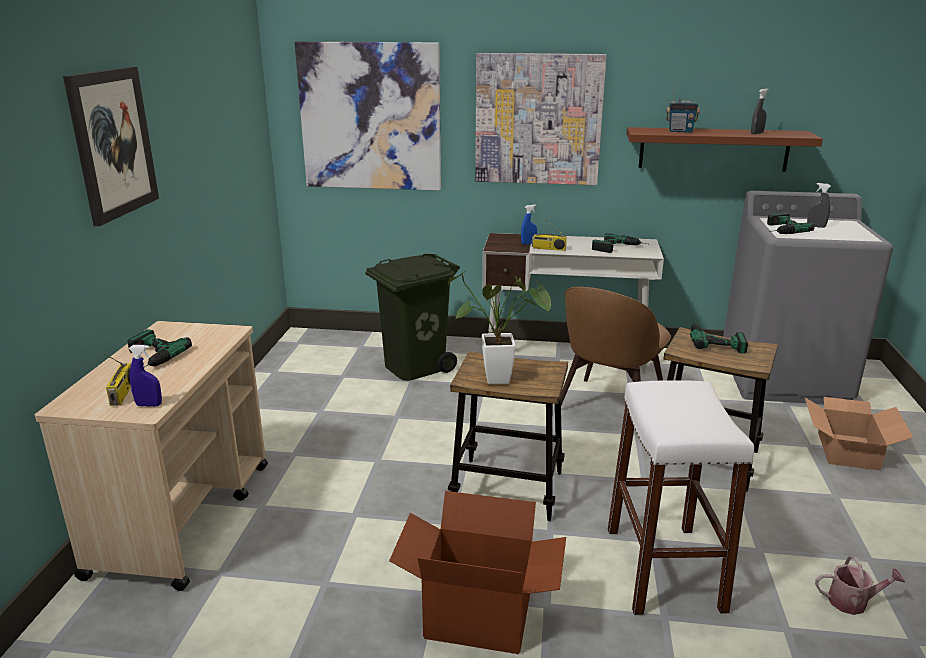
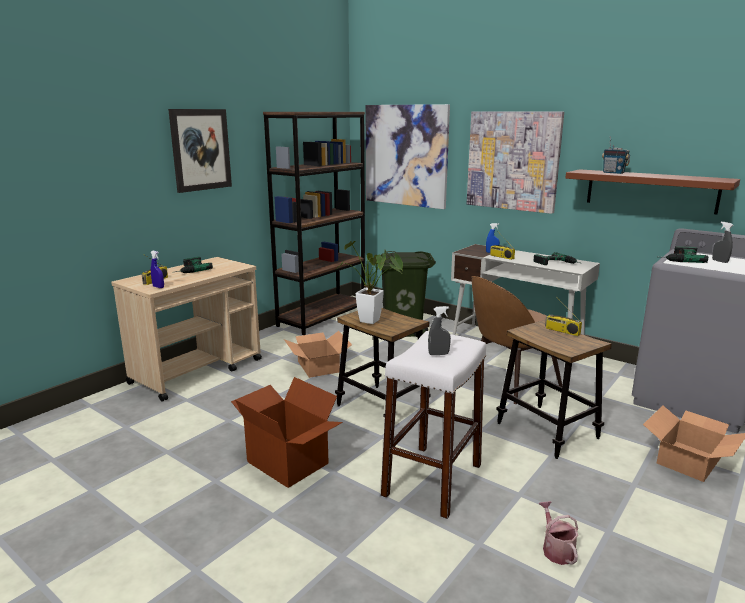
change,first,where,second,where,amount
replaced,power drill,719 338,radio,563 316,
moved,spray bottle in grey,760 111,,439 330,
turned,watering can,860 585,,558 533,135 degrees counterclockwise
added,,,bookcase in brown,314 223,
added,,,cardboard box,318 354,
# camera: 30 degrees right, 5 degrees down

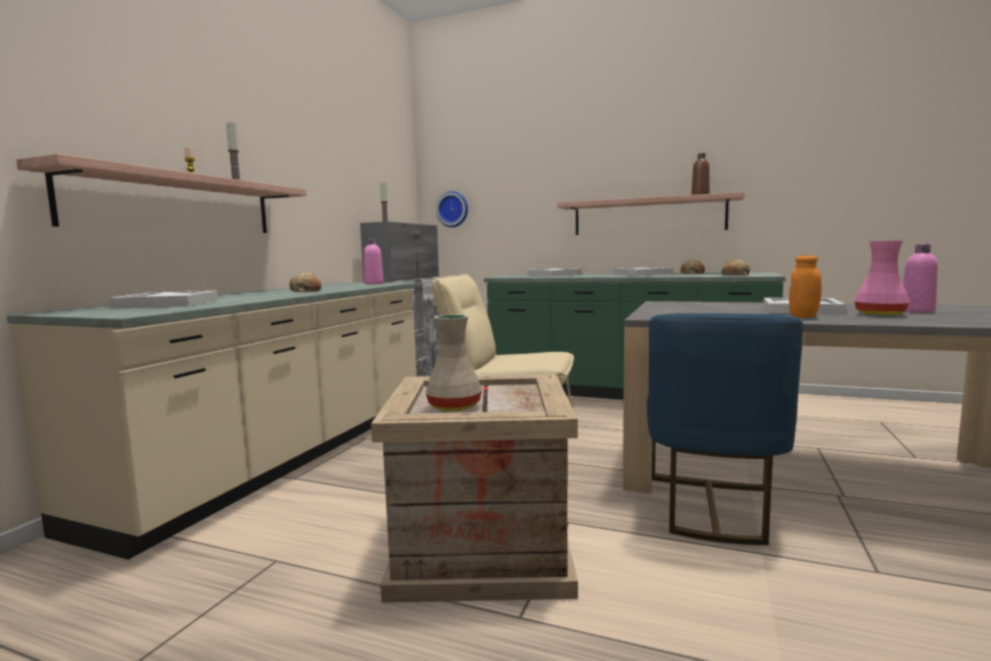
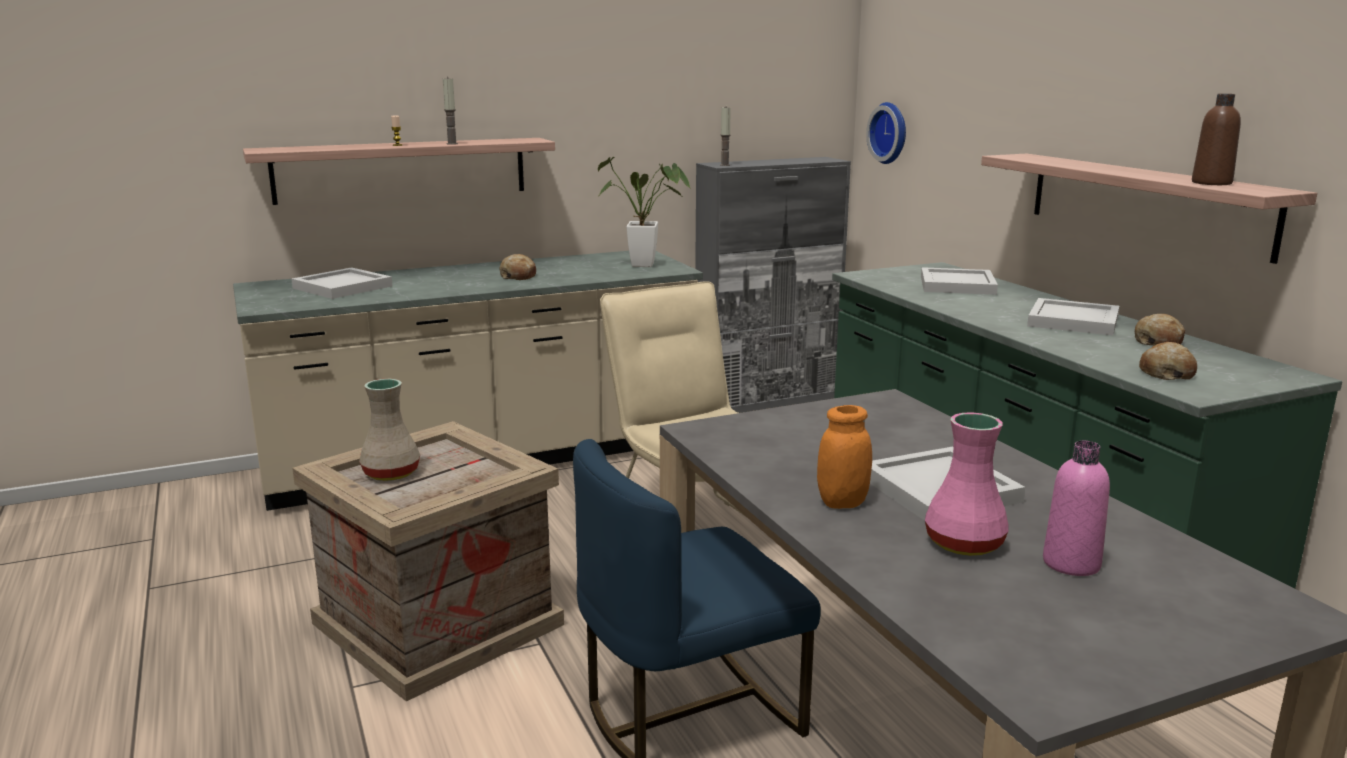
change,first,where,second,where,amount
replaced,bottle in pink,373 261,potted plant,644 212,
# camera: 45 degrees right, 10 degrees up

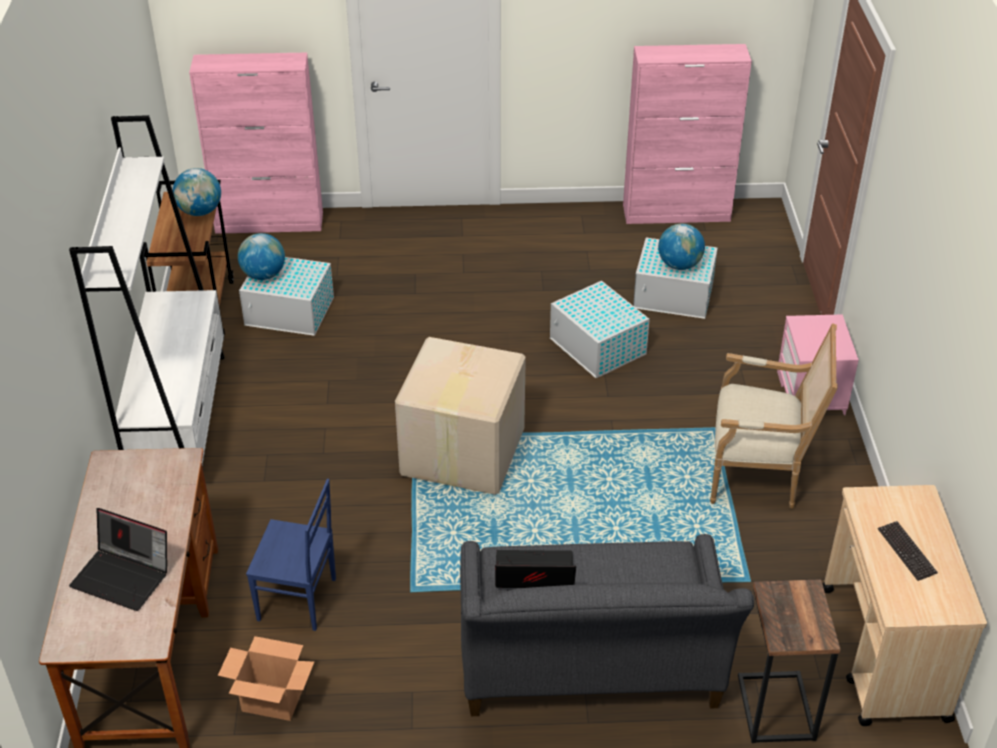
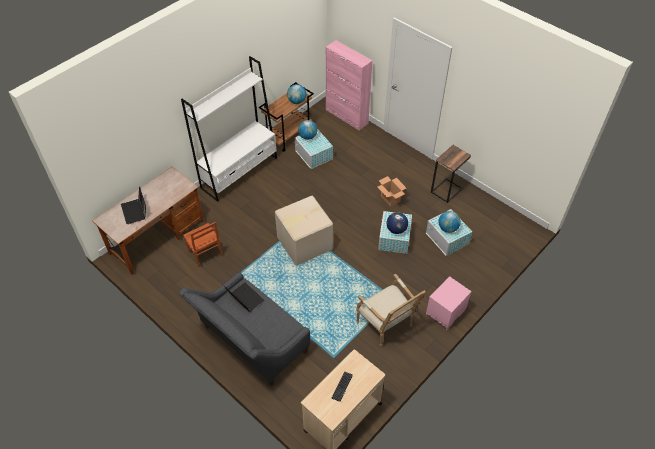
change,first,where,second,where,amount
moved,cardboard box,266 678,,392 191,
recoloured,chair in blue,291 555,chair in brown,202 244,
removed,cabinet in pink,687 134,,,
moved,side table,789 661,,451 174,
added,,,globe,397 223,
# camera: 45 degrees right, 10 degrees up

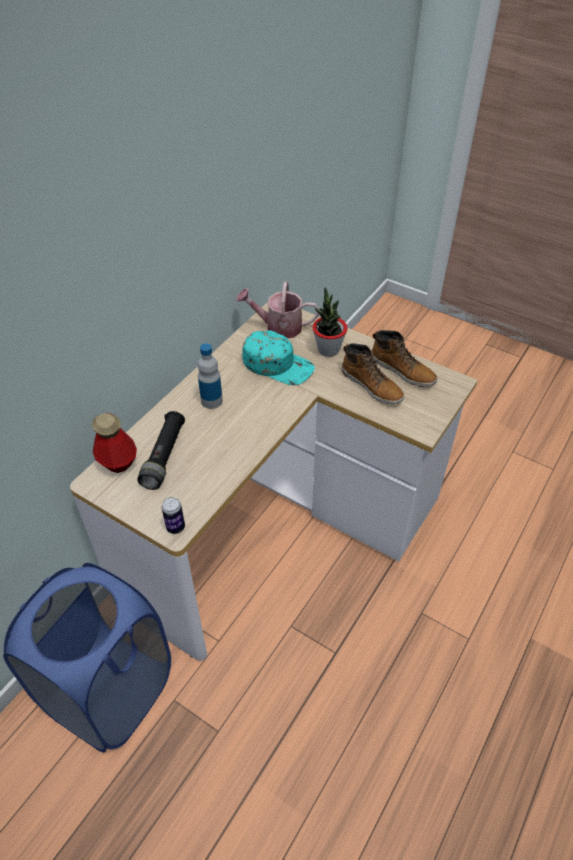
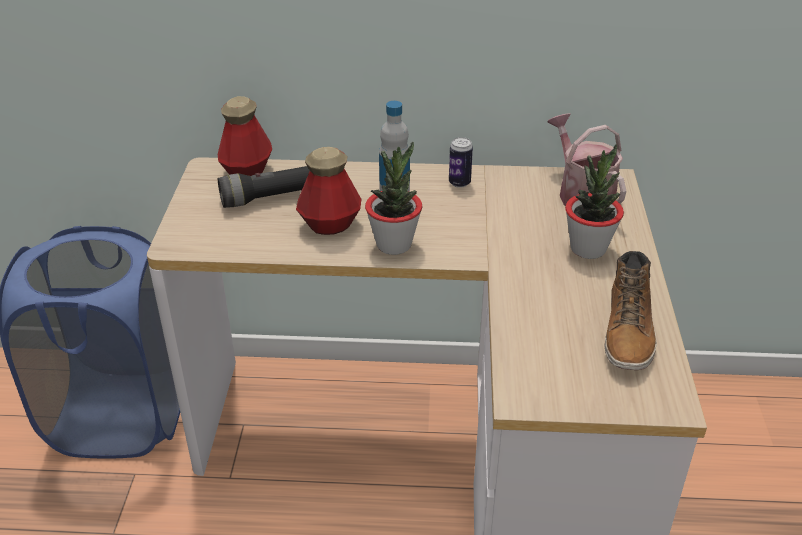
change,first,where,second,where,amount
moved,can,173 515,,461 162,
removed,cap in turquoise,278 357,,,
removed,boot,373 373,,,
added,,,bottle,328 191,
added,,,potted plant,393 198,
# camera: 60 degrees right, 10 degrees down

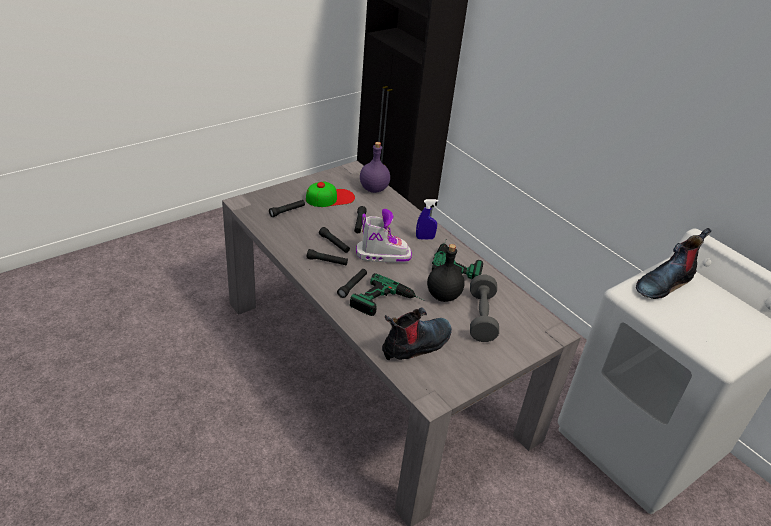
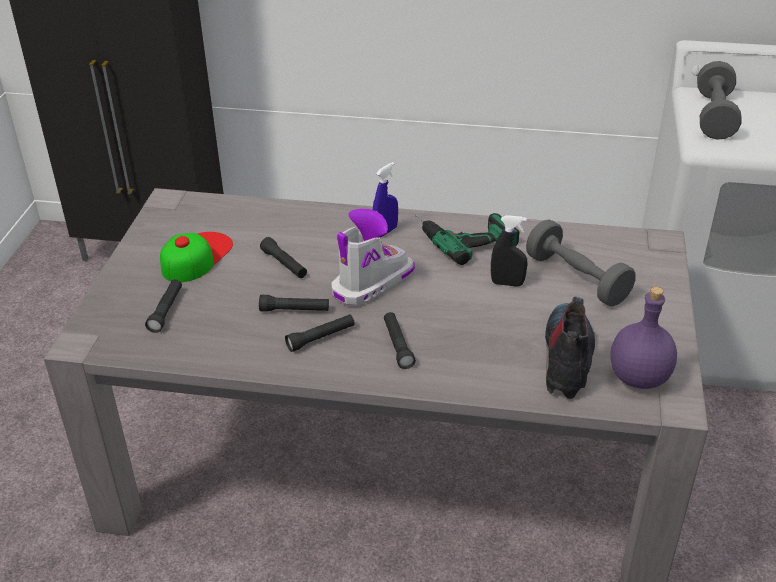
change,first,where,second,where,amount
removed,power drill,387 294,,,
moved,bottle in purple,375 167,,643 338,
replaced,bottle in black,446 273,spray bottle in black,509 251,
replaced,boot,674 263,dumbbell in grey,719 100,
# camera: 40 degrees left, 0 degrees up

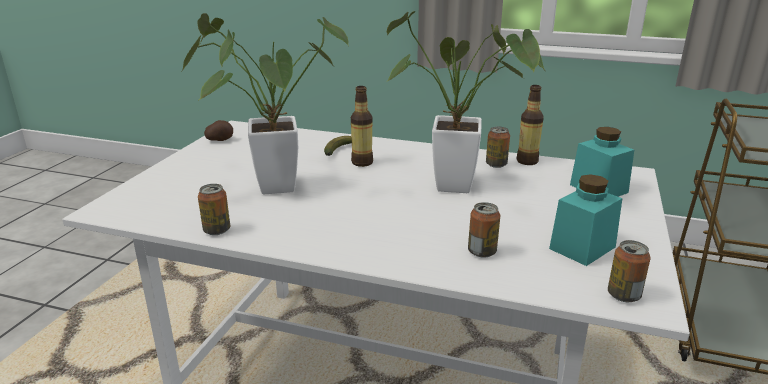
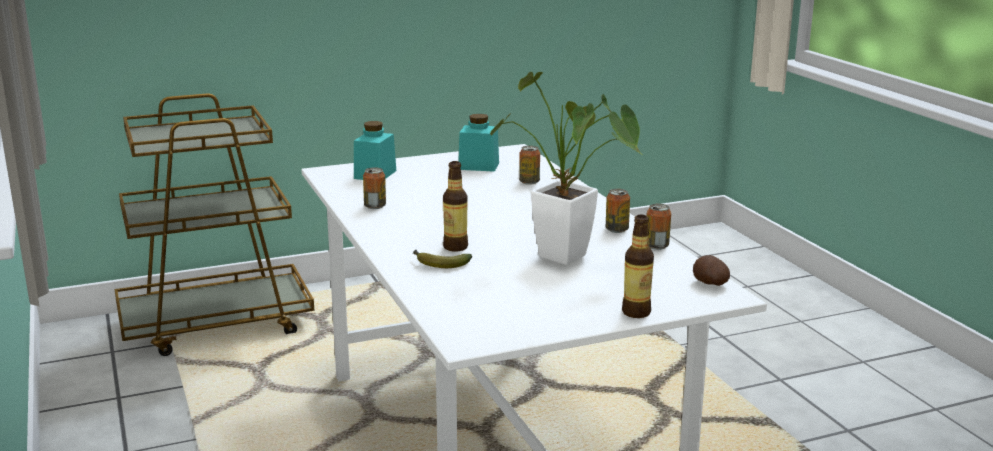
change,first,where,second,where,amount
moved,potato,218 130,,711 270,
removed,potted plant,465 102,,,
moved,bottle,530 125,,638 266,
moved,can,629 271,,618 211,
# camera: 130 degrees left, 5 degrees down

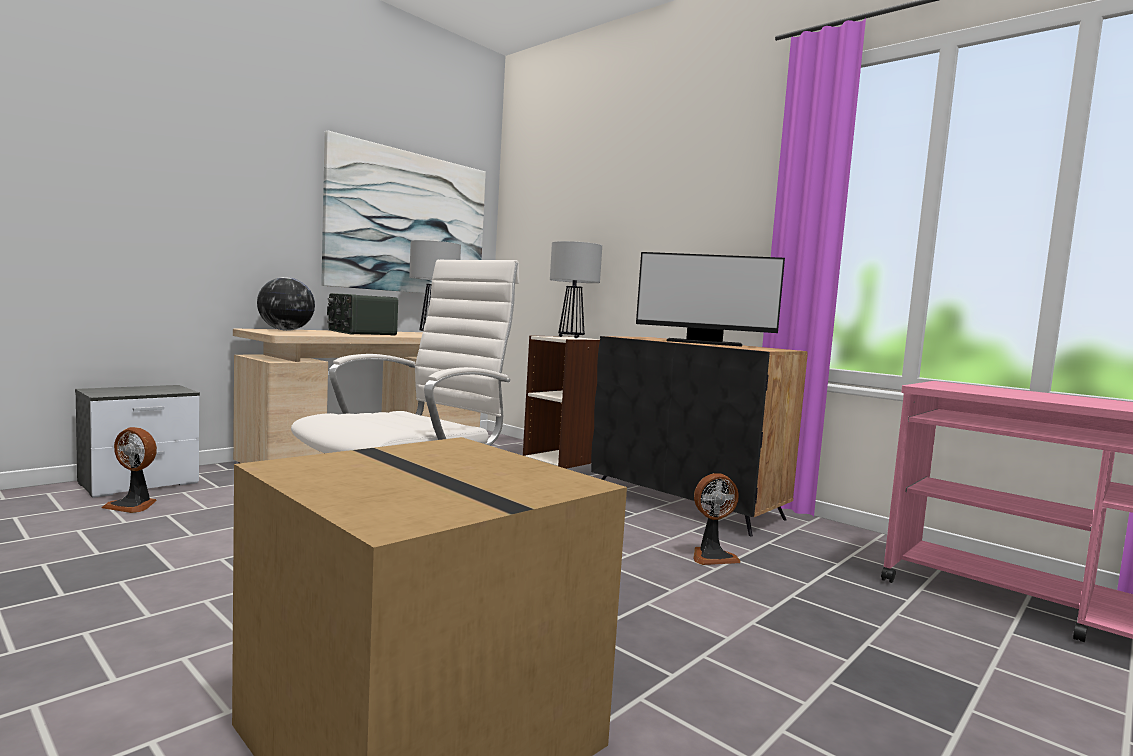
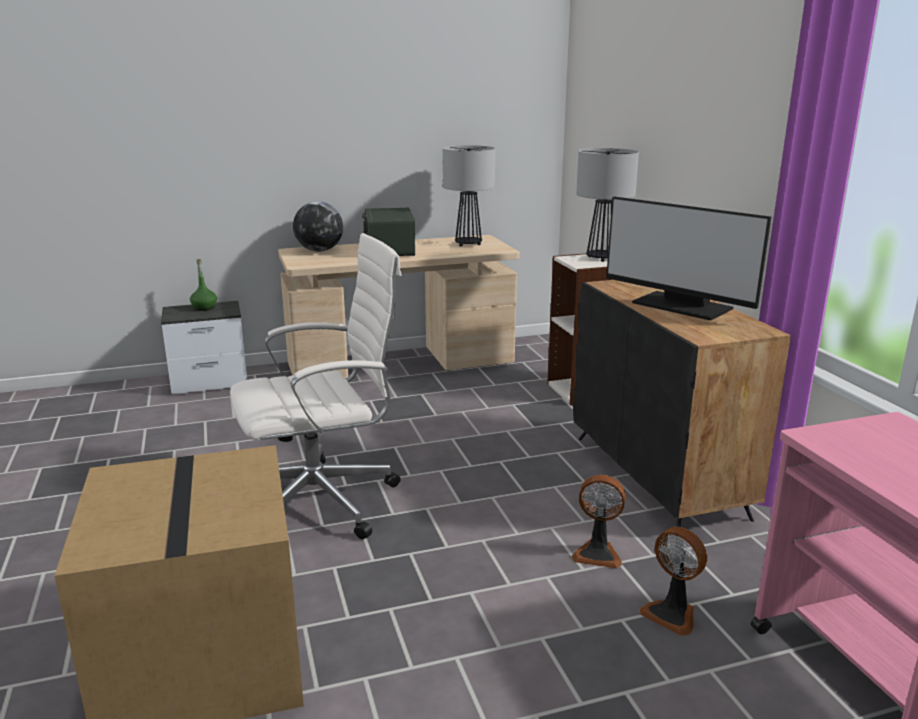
change,first,where,second,where,amount
moved,fan,129 470,,673 581,
removed,picture,403 212,,,
added,,,bottle in green,203 285,
# camera: 30 degrees right, 15 degrees up

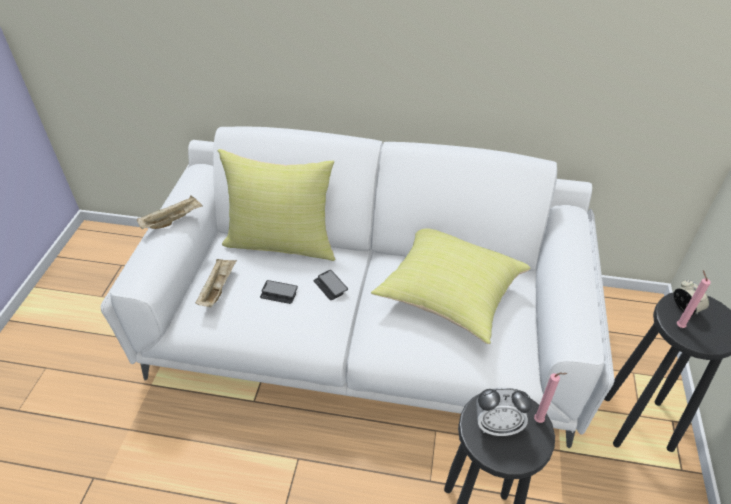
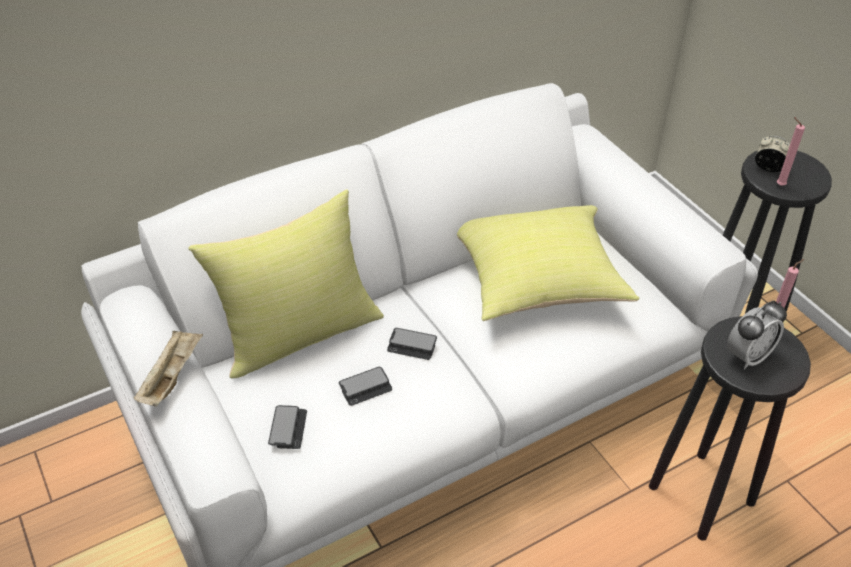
change,first,where,second,where,amount
replaced,tray in beige,216 283,phone,287 427,
# camera: 40 degrees left, 0 degrees up

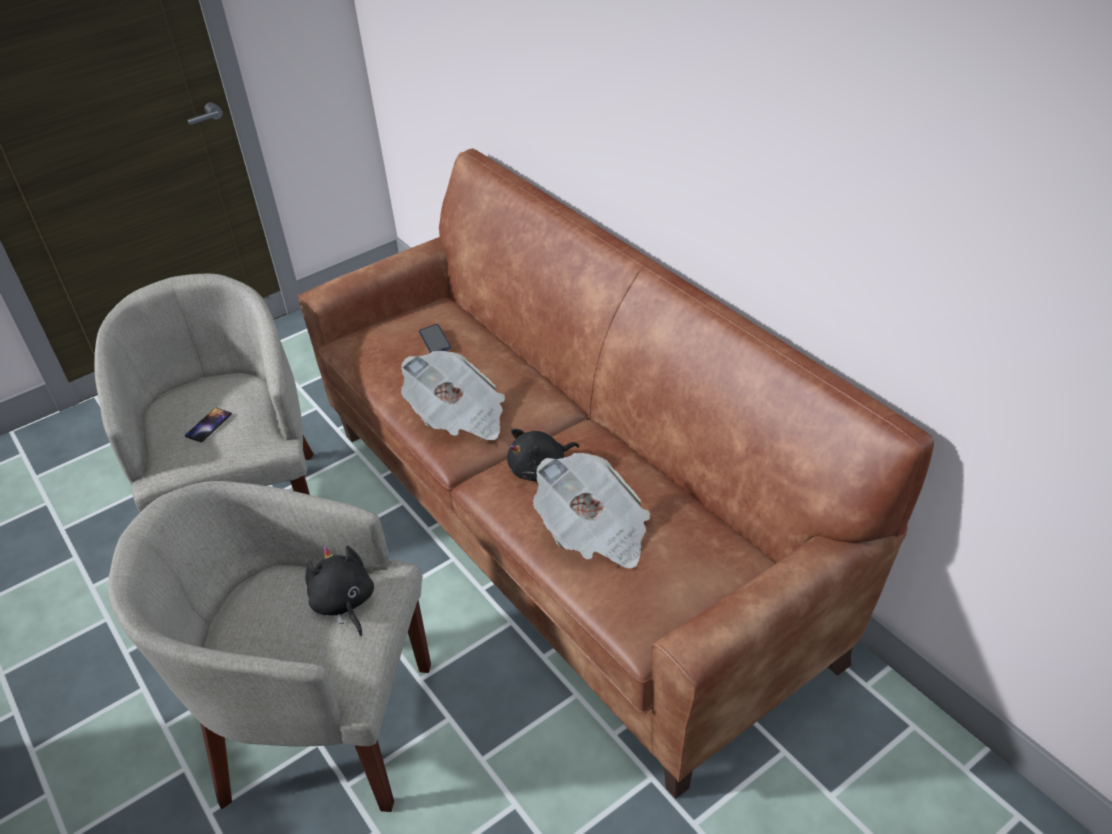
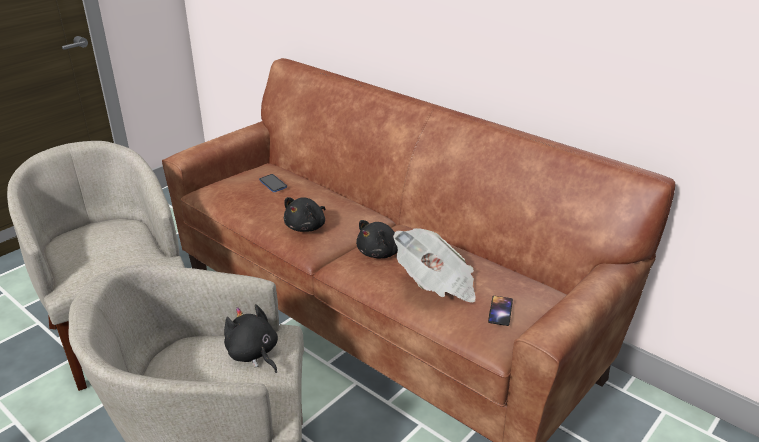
change,first,where,second,where,amount
moved,phone,208 425,,500 311,
replaced,newspaper,453 395,plush toy in black,304 214,
# camera: 15 degrees left, 10 degrees down

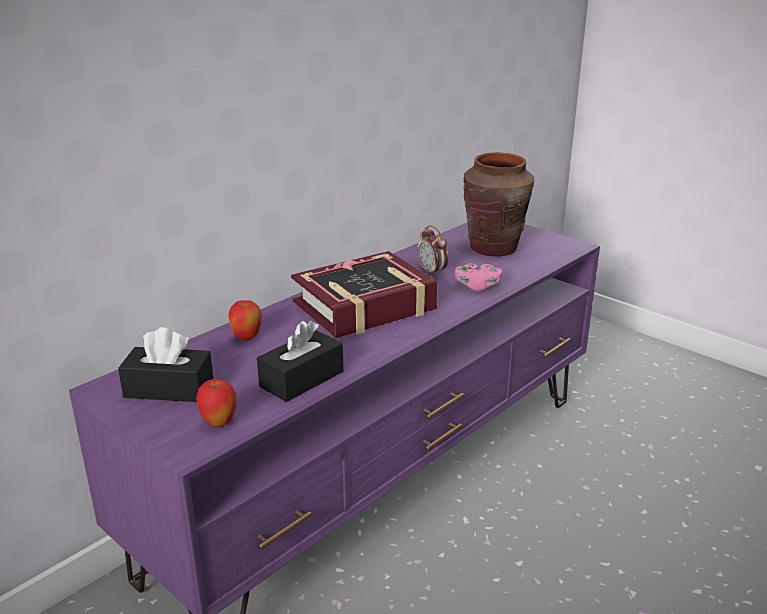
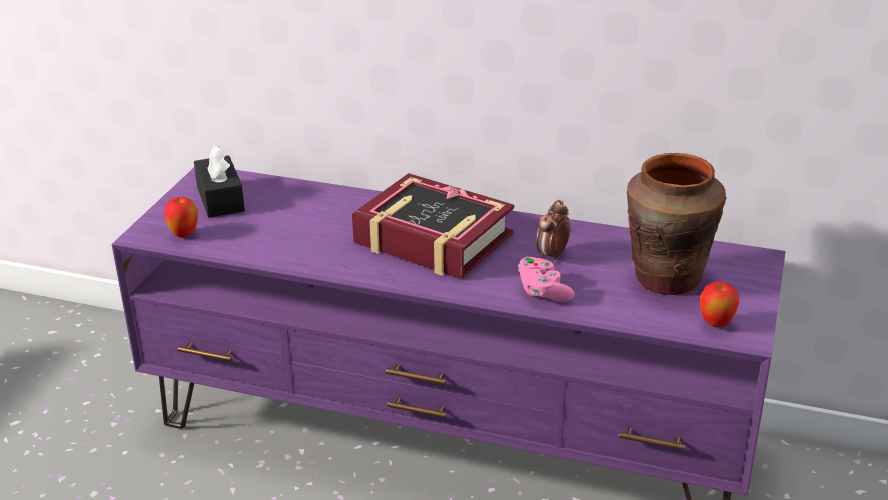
change,first,where,second,where,amount
moved,apple,245 320,,720 304,
removed,tissue box in black,300 361,,,
# camera: 65 degrees right, 5 degrees up

